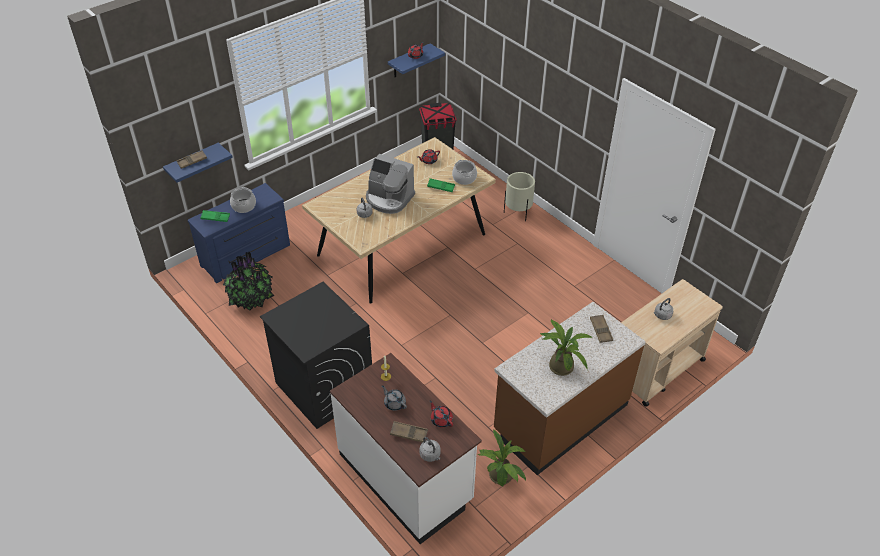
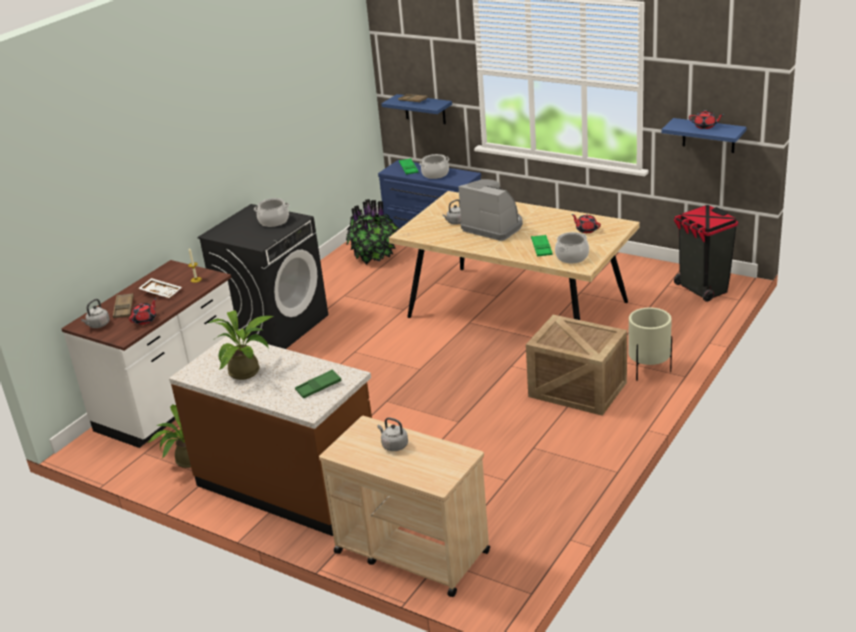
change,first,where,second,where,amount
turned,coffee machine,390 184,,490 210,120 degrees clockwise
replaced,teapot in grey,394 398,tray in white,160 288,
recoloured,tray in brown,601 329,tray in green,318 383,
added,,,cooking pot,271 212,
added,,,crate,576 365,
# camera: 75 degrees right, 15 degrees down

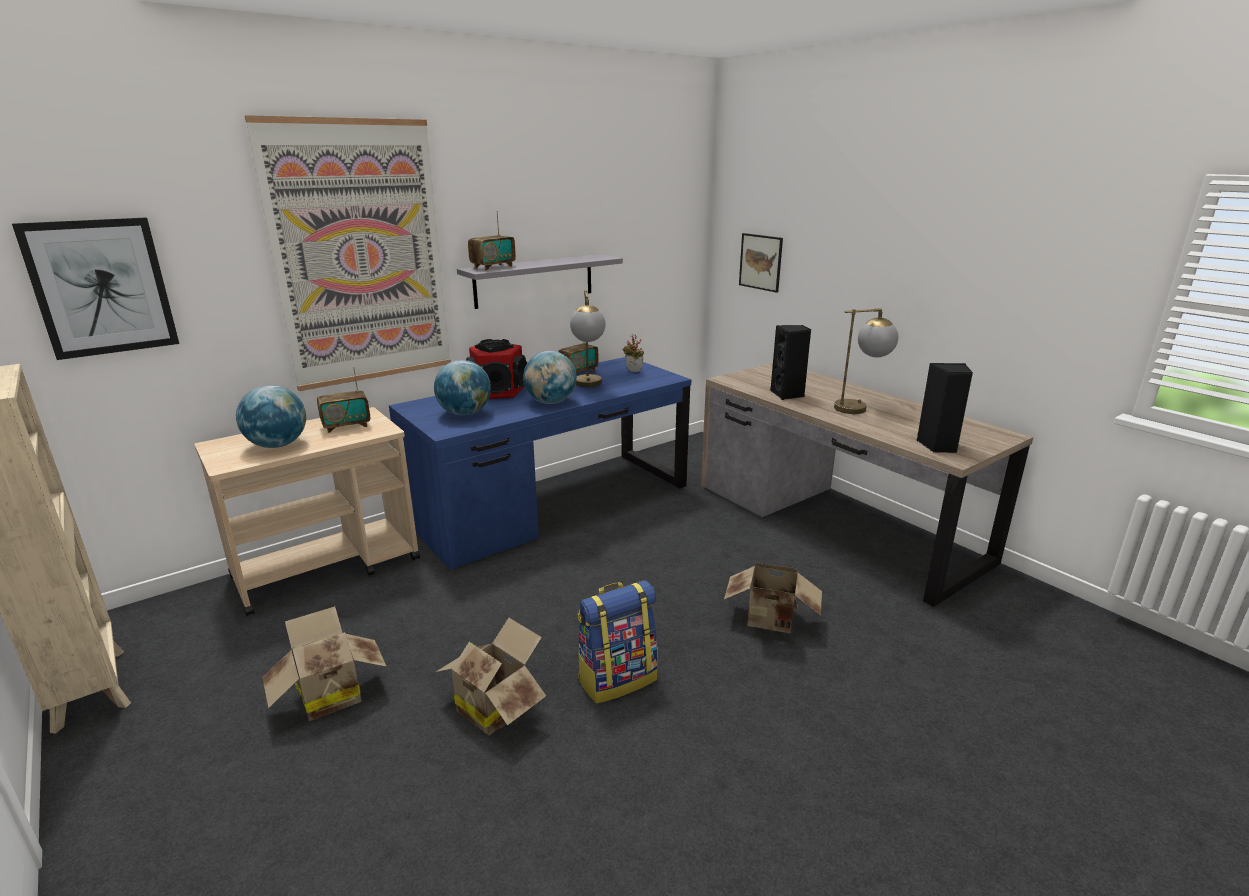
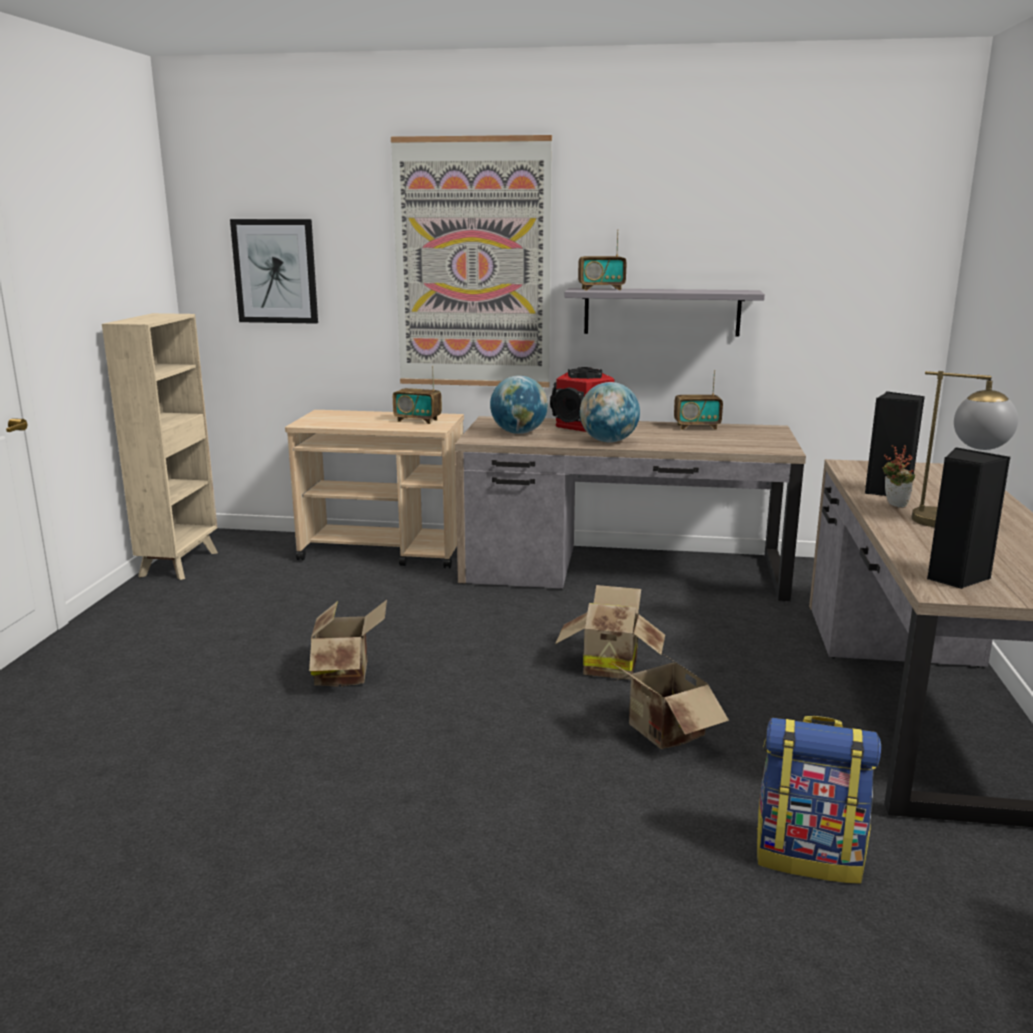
change,first,where,second,where,amount
removed,globe,271 416,,,
moved,cardboard box,324 663,,610 632,
recoloured,desk in blue,540 463,desk in brown,630 509,
removed,table lamp,587 338,,,
moved,backpack,618 642,,819 800,
moved,potted plant,633 353,,898 476,
removed,picture,761 263,,,
# camera: 45 degrees right, 5 degrees down

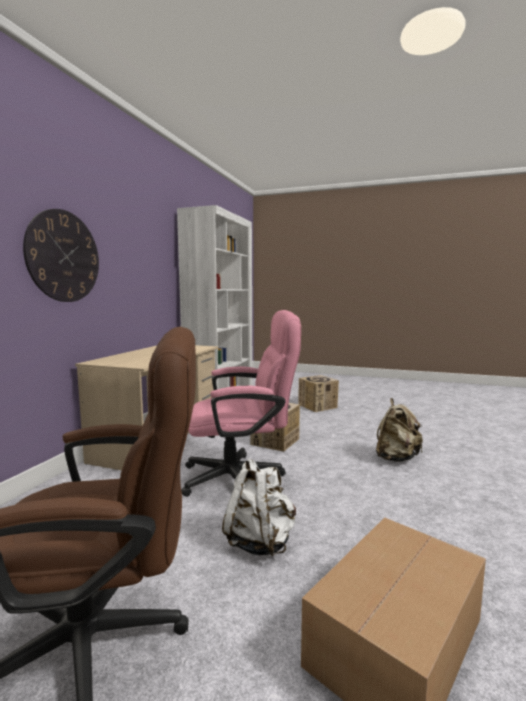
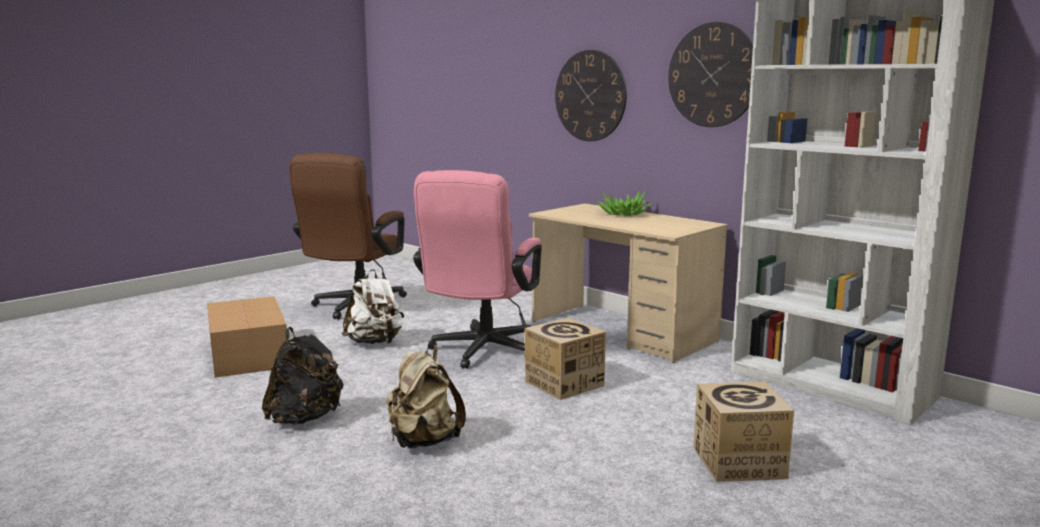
change,first,where,second,where,amount
added,,,backpack in black,303 376,
added,,,potted plant,624 203,
added,,,wall clock,710 74,
# camera: 115 degrees right, 5 degrees up

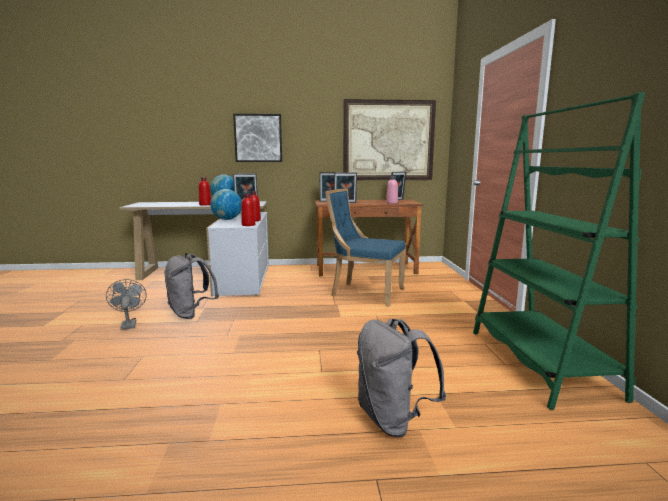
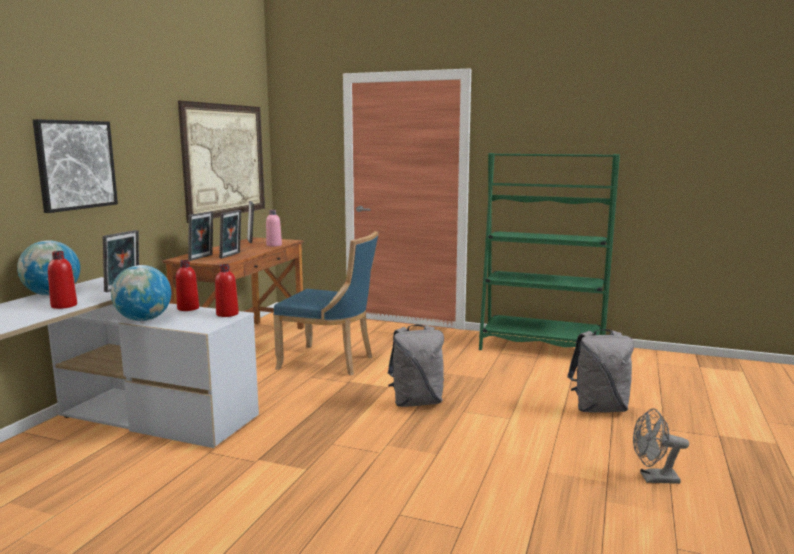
change,first,where,second,where,amount
moved,fan in grey,126 304,,661 446,
moved,backpack in grey,191 286,,416 366,
turned,chair in blue,365 247,,326 303,120 degrees counterclockwise
# camera: 65 degrees left, 0 degrees up

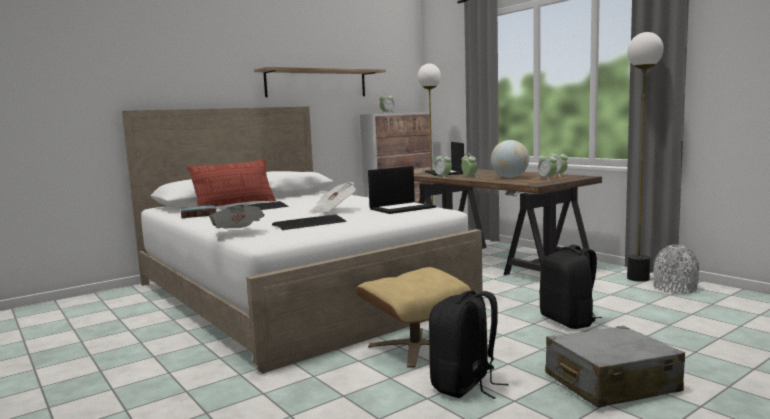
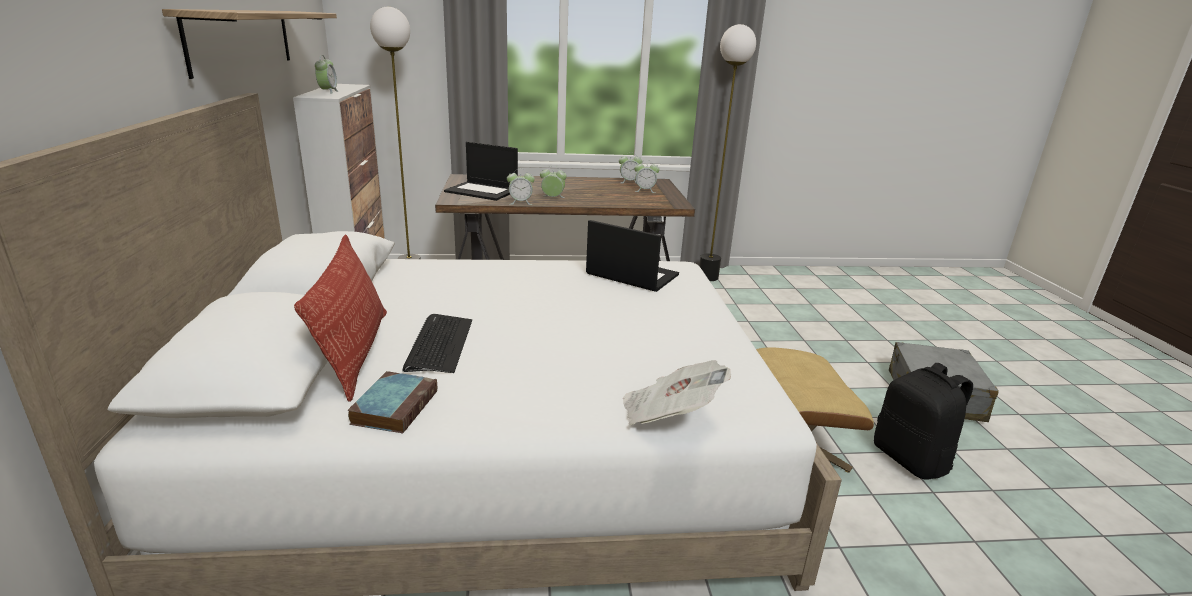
change,first,where,second,where,amount
removed,keyboard,309 222,,,
removed,newspaper,332 198,,,
turned,laptop,402 190,,632 256,60 degrees counterclockwise
removed,globe,510 159,,,
removed,backpack in black,570 287,,,
removed,vase in grey,676 269,,,
# camera: 60 degrees left, 15 degrees up

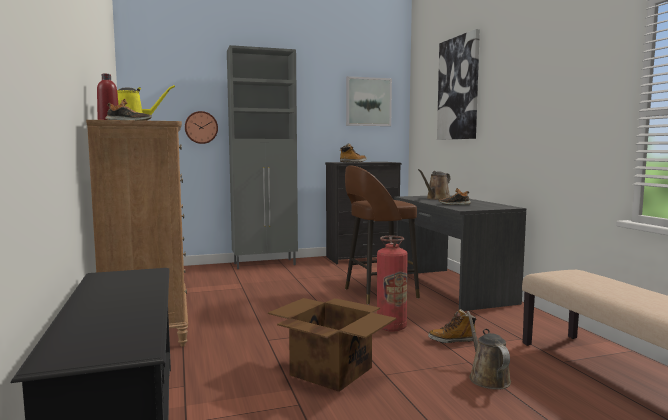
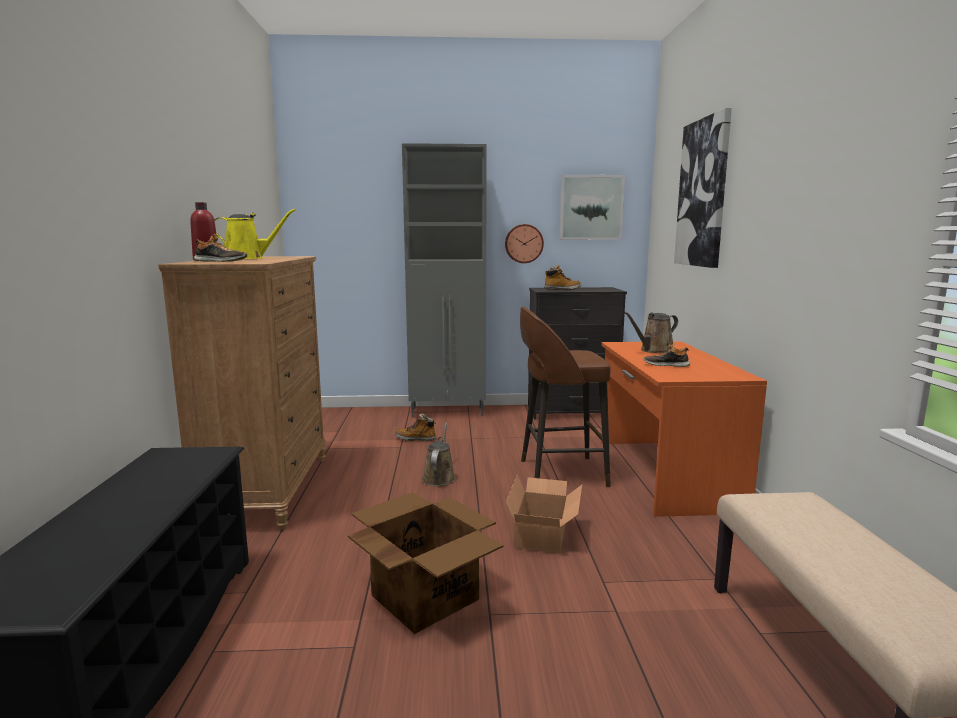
change,first,where,second,where,amount
moved,wall clock,201 127,,524 243,
replaced,fire extinguisher,392 284,cardboard box,544 514,
recoloured,desk in grey,460 253,desk in orange,684 429,
moved,boot,452 326,,415 427,
moved,watering can in brown,489 350,,438 454,
# camera: 15 degrees right, 5 degrees up

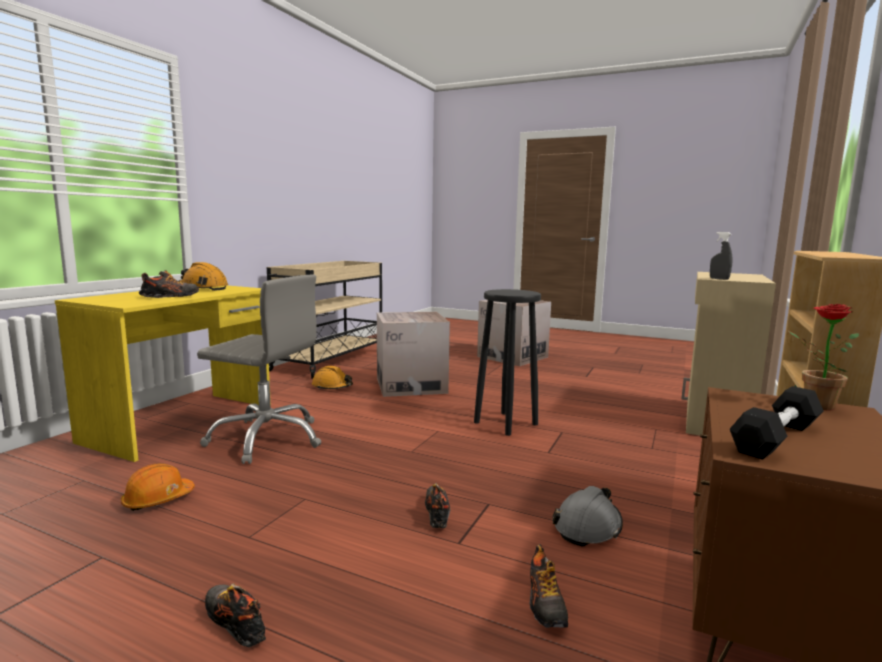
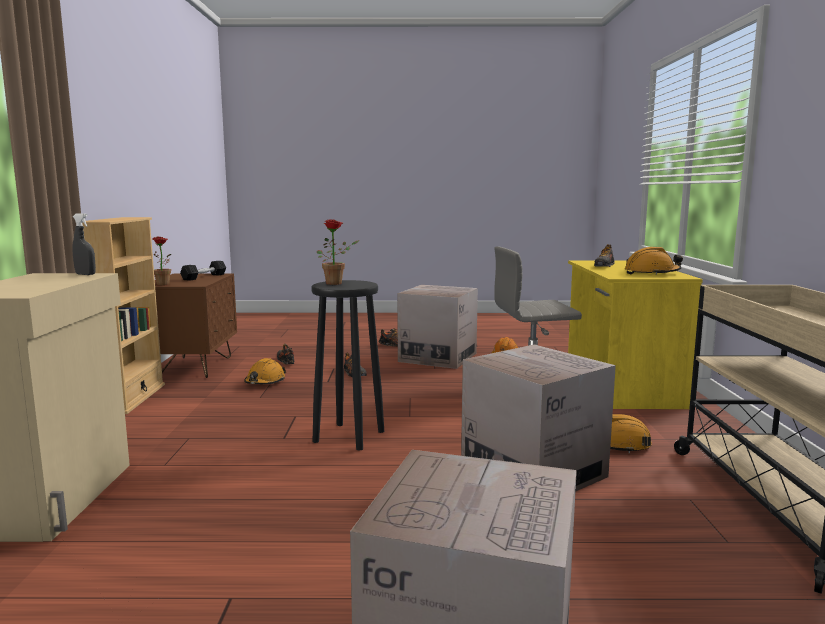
change,first,where,second,where,amount
recoloured,hard hat in grey,587 516,hard hat in orange,265 371,
added,,,potted plant,338 252,
added,,,cardboard box,437 327,
# camera: 155 degrees right, 0 degrees up

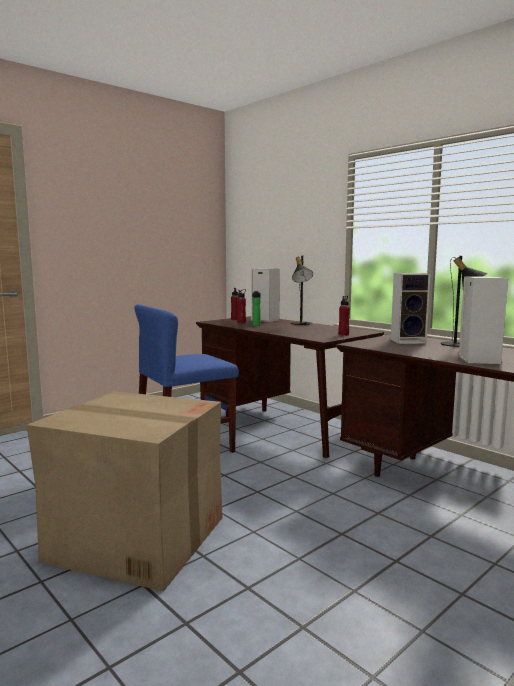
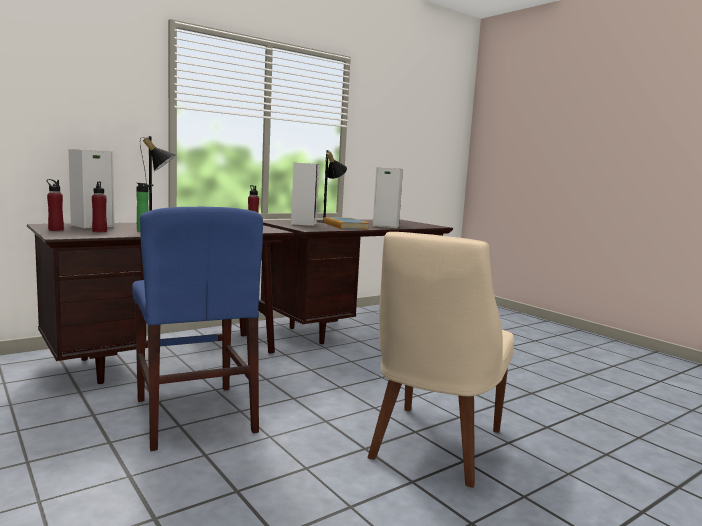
change,first,where,second,where,amount
replaced,cardboard box,125 491,chair in beige,440 360,
added,,,book,346 223,
# camera: 85 degrees left, 0 degrees up

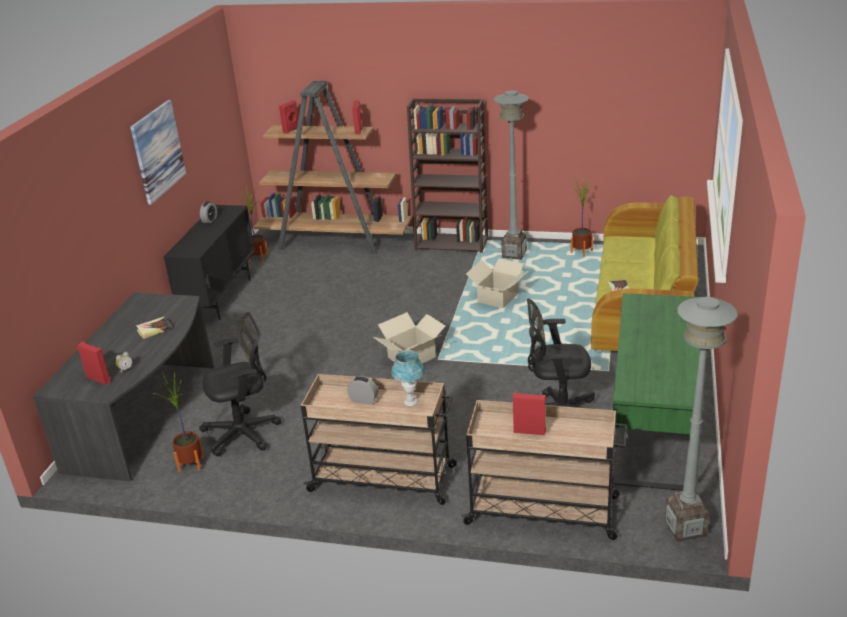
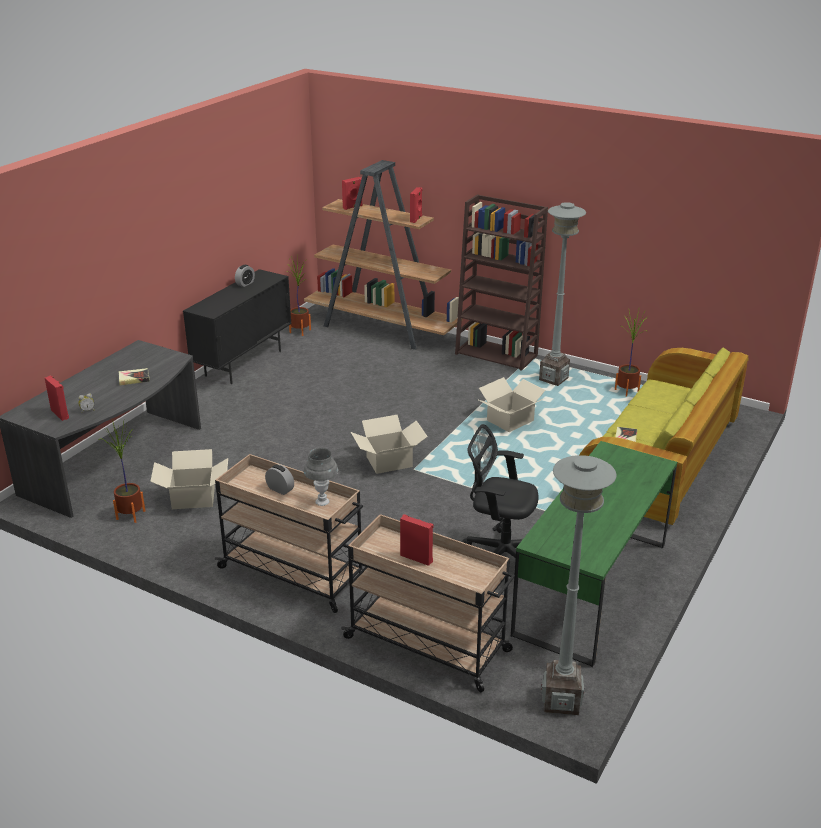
change,first,where,second,where,amount
removed,picture,158 152,,,
replaced,office chair in black,240 384,cardboard box,189 479,
recoloured,table lamp in blue,408 378,table lamp in grey,320 477,
# camera: 15 degrees right, 0 degrees up

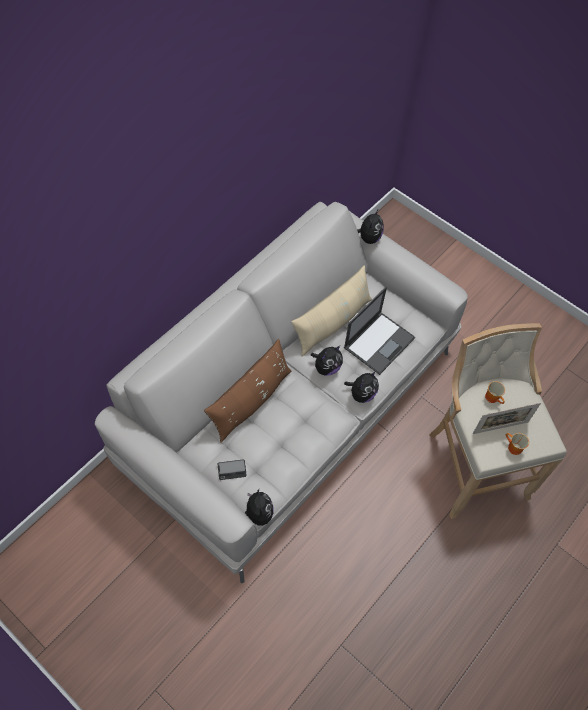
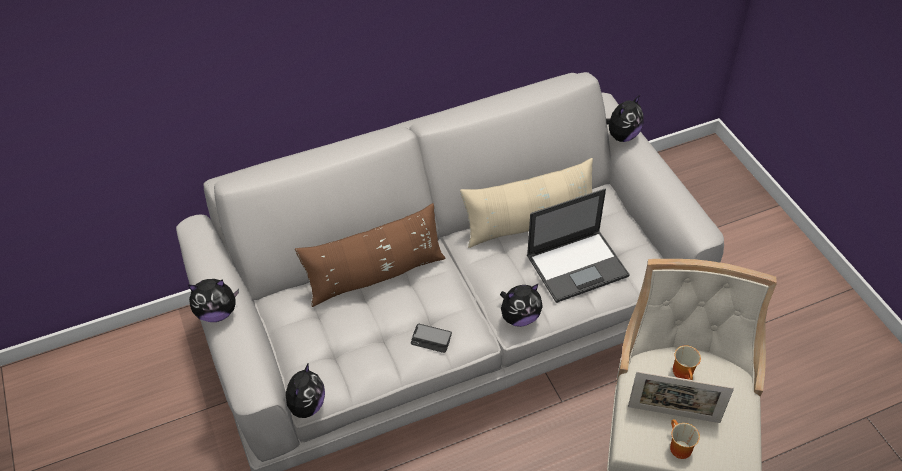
change,first,where,second,where,amount
moved,phone,231 469,,431 338,
moved,plush toy,327 361,,213 300,
# camera: 30 degrees right, 10 degrees down

